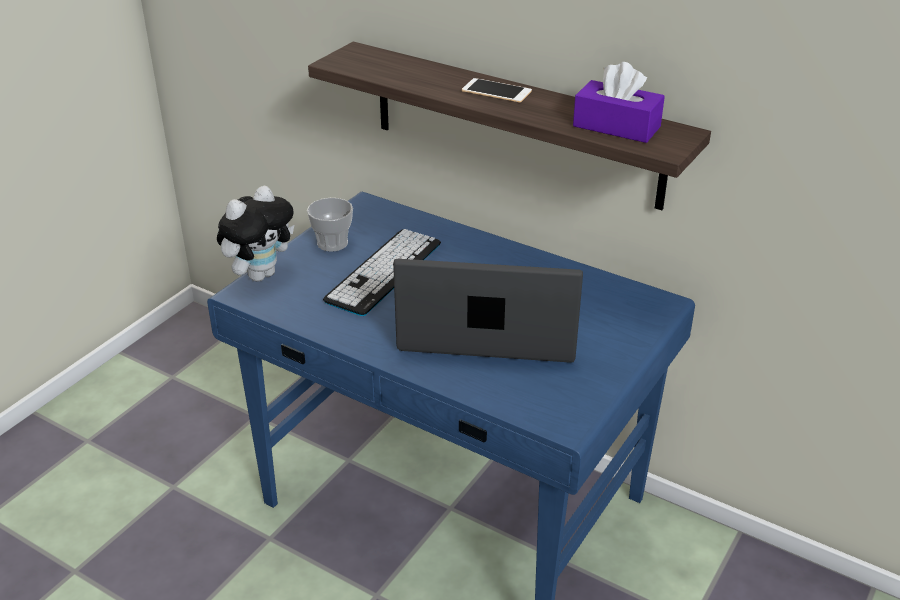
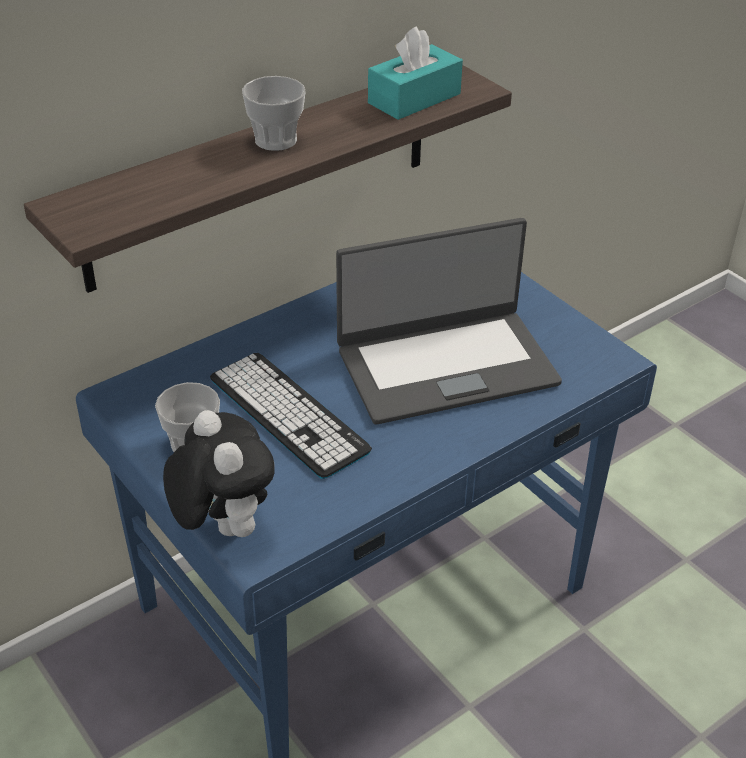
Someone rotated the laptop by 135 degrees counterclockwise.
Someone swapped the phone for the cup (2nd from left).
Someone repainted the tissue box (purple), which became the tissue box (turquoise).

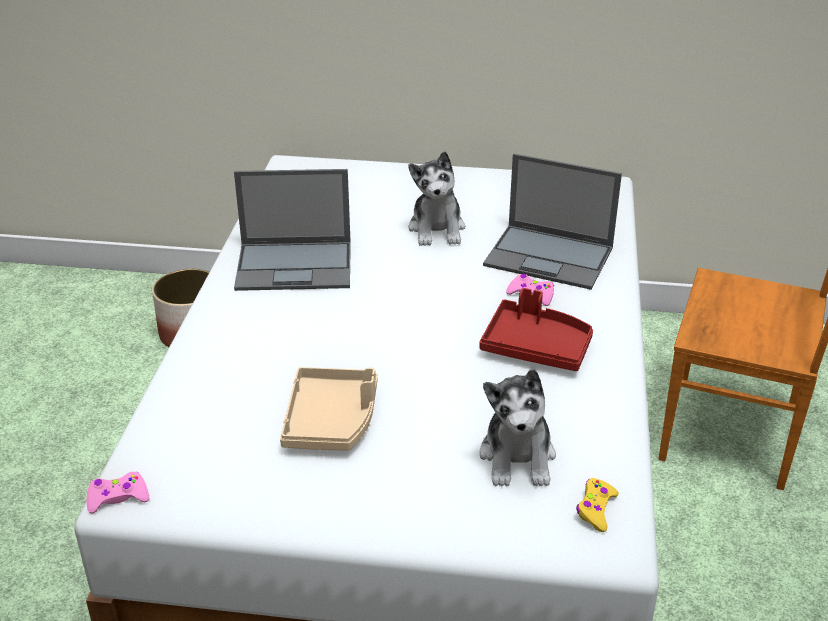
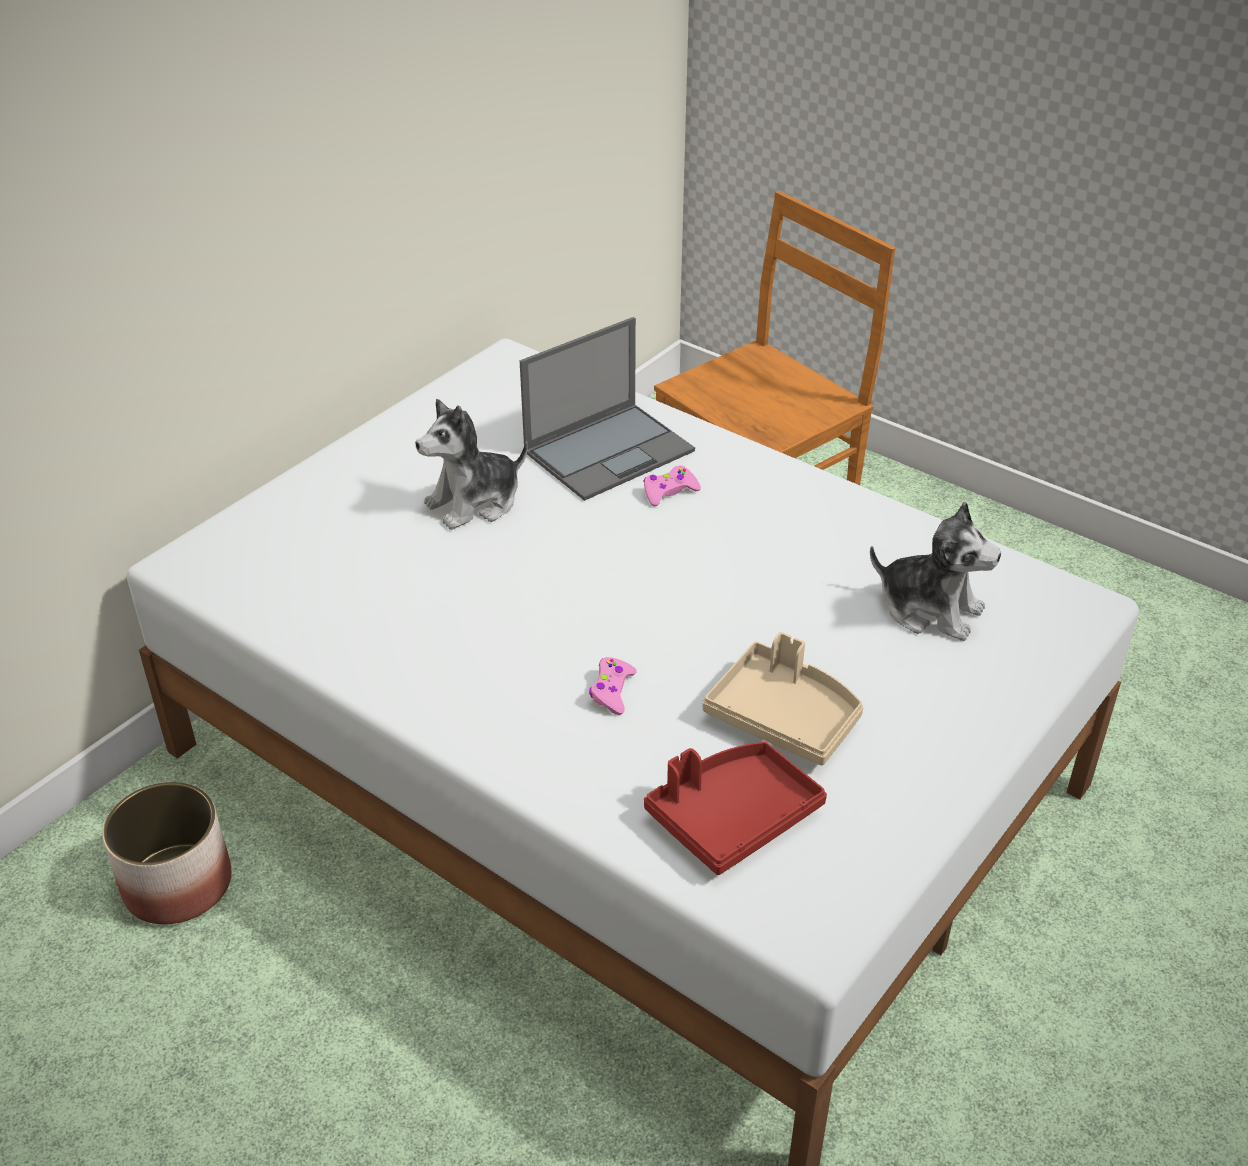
Someone carried the game controller (pink) (1st from left).
Someone took away the laptop (1st from left).
Someone rotated the plush toy (1st from left) by 120 degrees clockwise.
Someone carried the tray (red).
Someone took away the game controller (yellow).

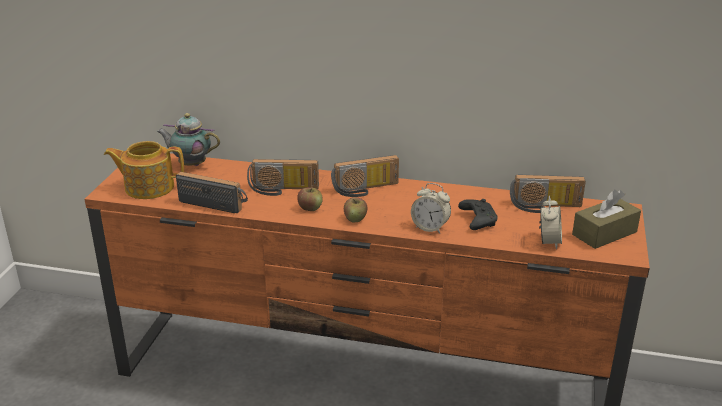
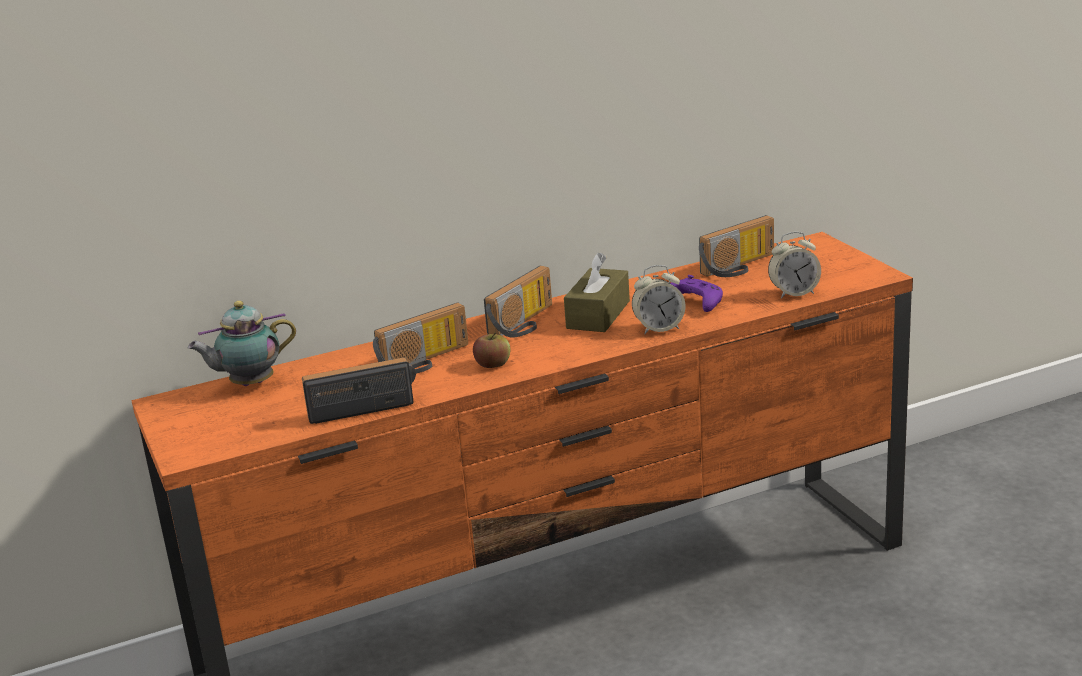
Someone took away the teapot (1st from left).
Someone took away the apple (2nd from left).
Someone repainted the game controller (black), which became the game controller (purple).
Someone rotated the alarm clock (2nd from left) by 105 degrees clockwise.
Someone carried the tissue box (brown).

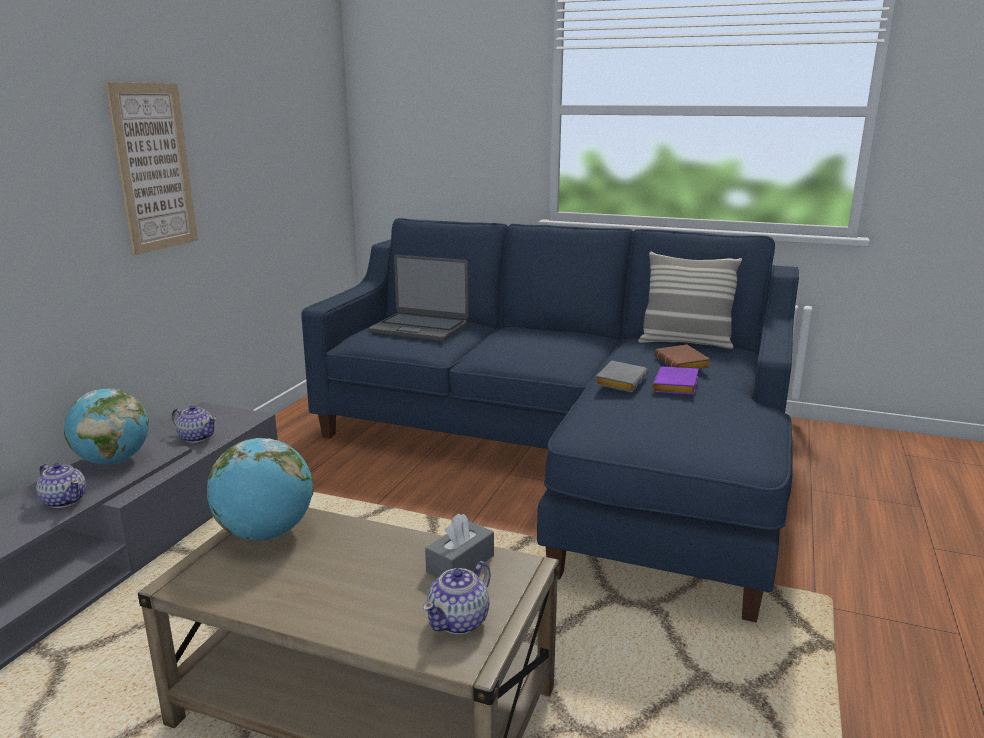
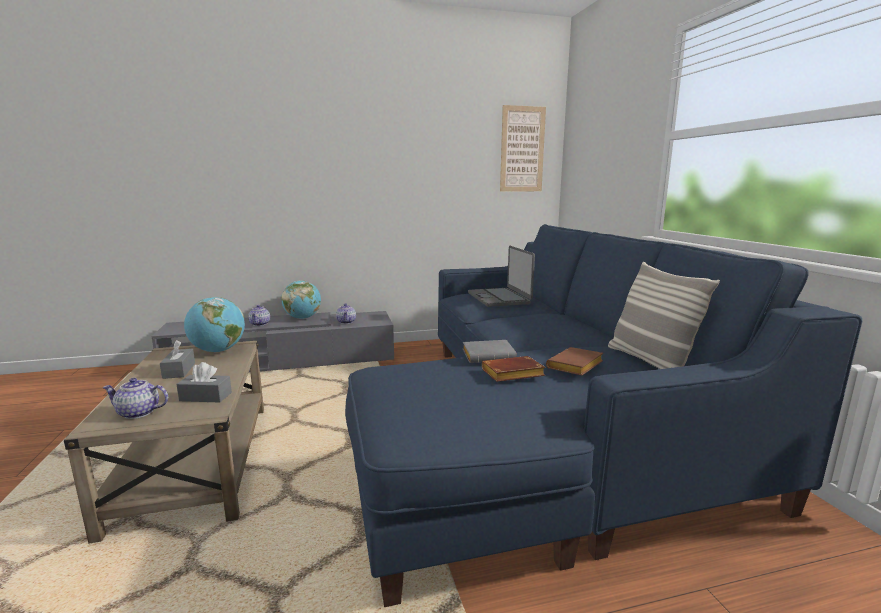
Someone carried the picture.
Someone repainted the book (purple), which became the book (brown) (1st from left).
Someone put down the tissue box (grey) (1st from left).

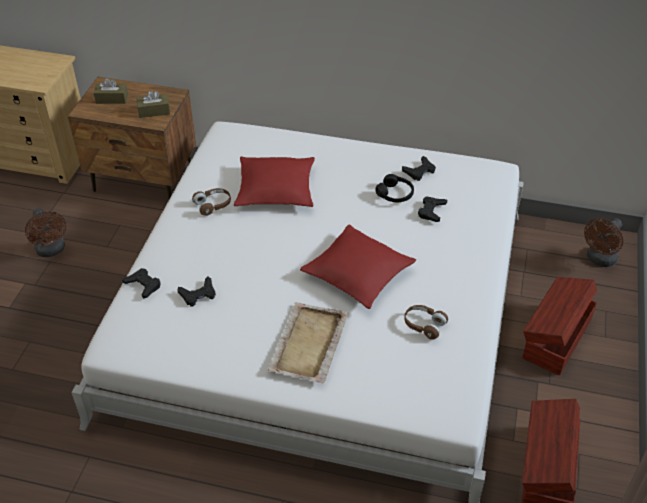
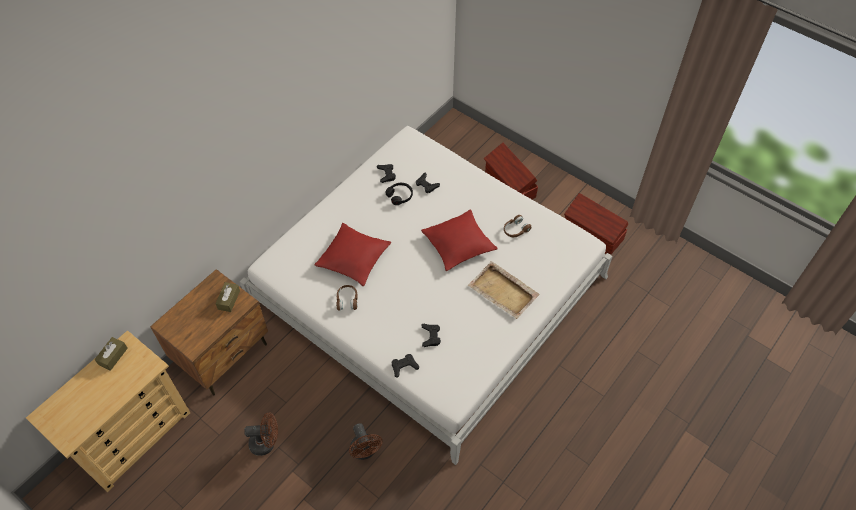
Someone carried the tissue box (brown) (1st from left).
Someone carried the fan (brown) (2nd from left).

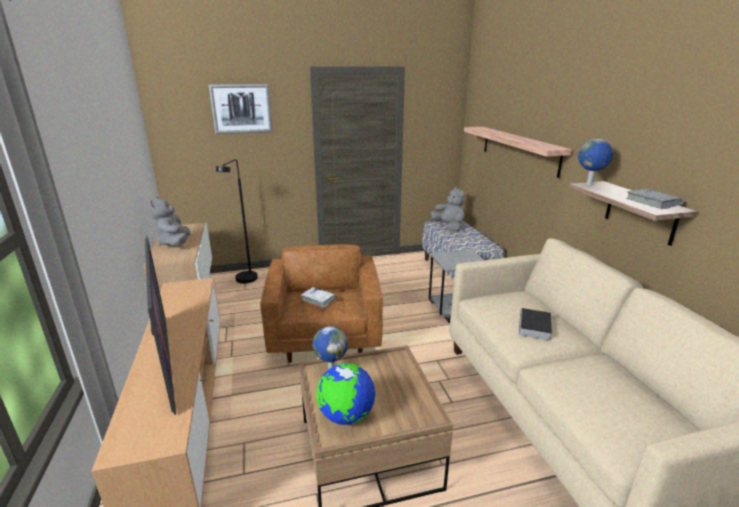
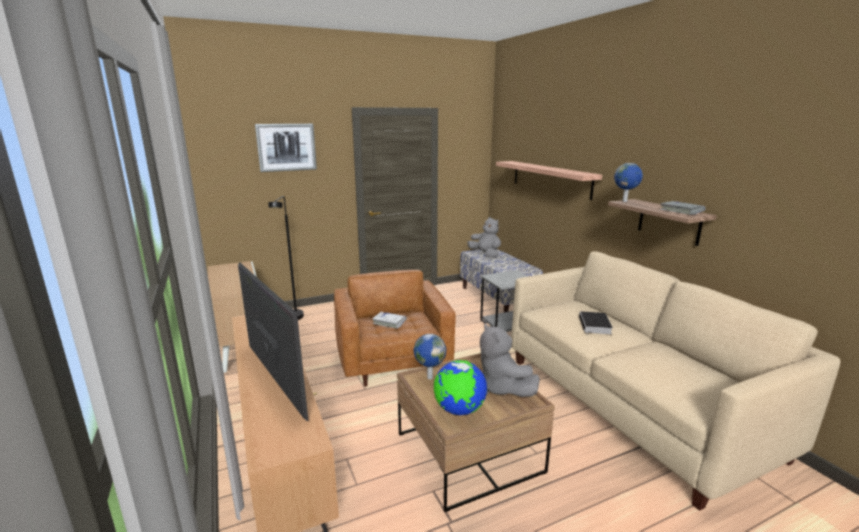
Someone carried the plush toy (grey) (1st from left in the first image).

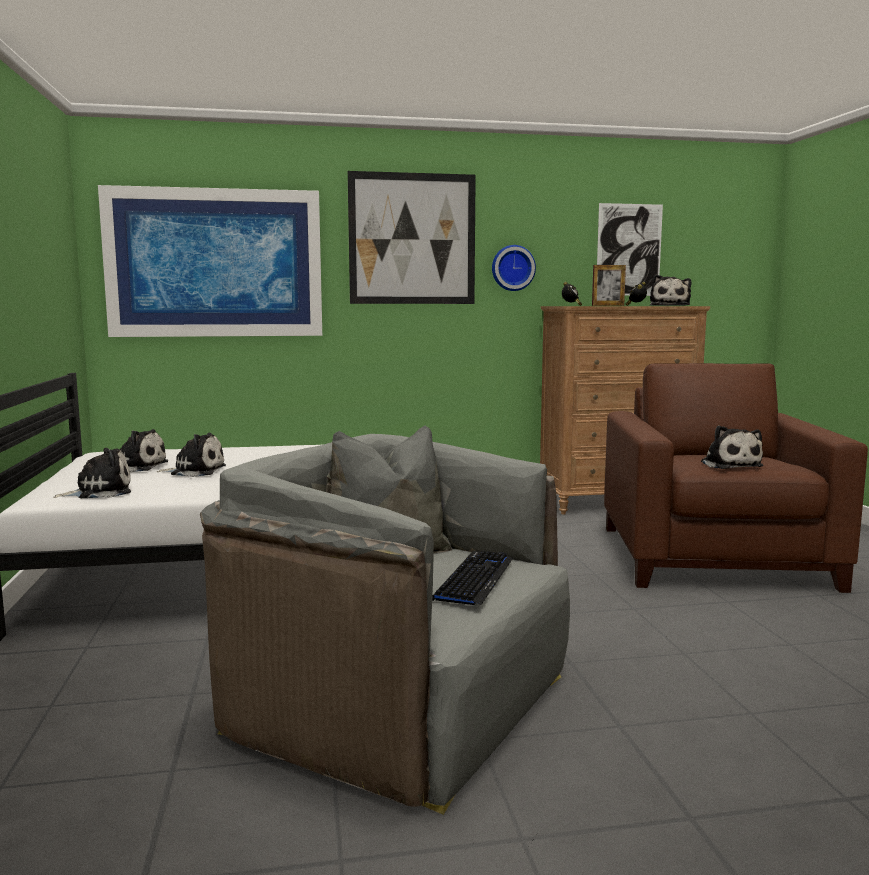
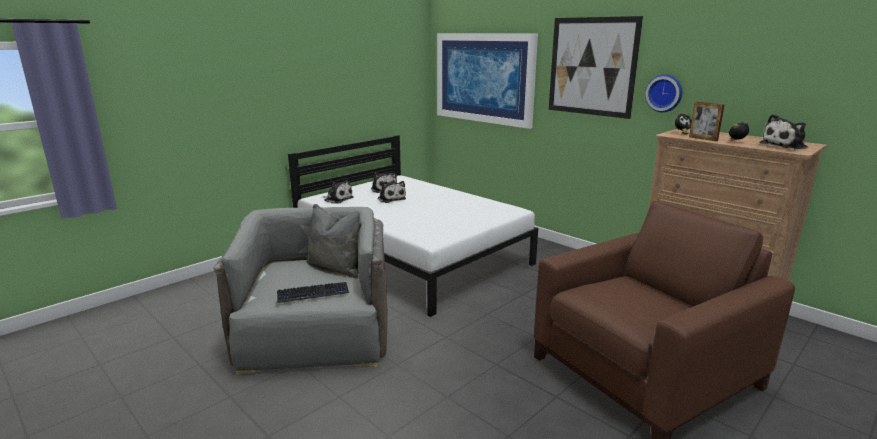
Someone took away the picture (3rd from left).
Someone took away the plush toy (5th from left).

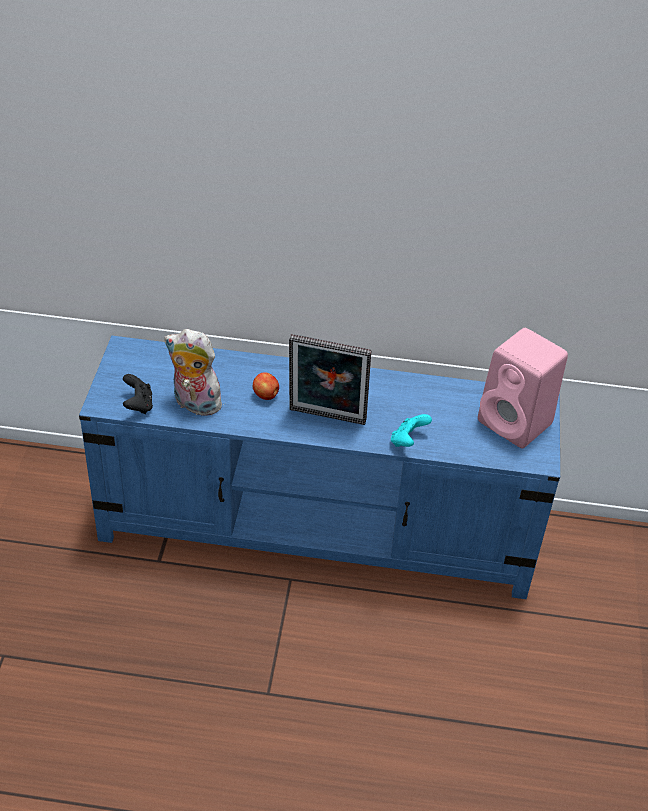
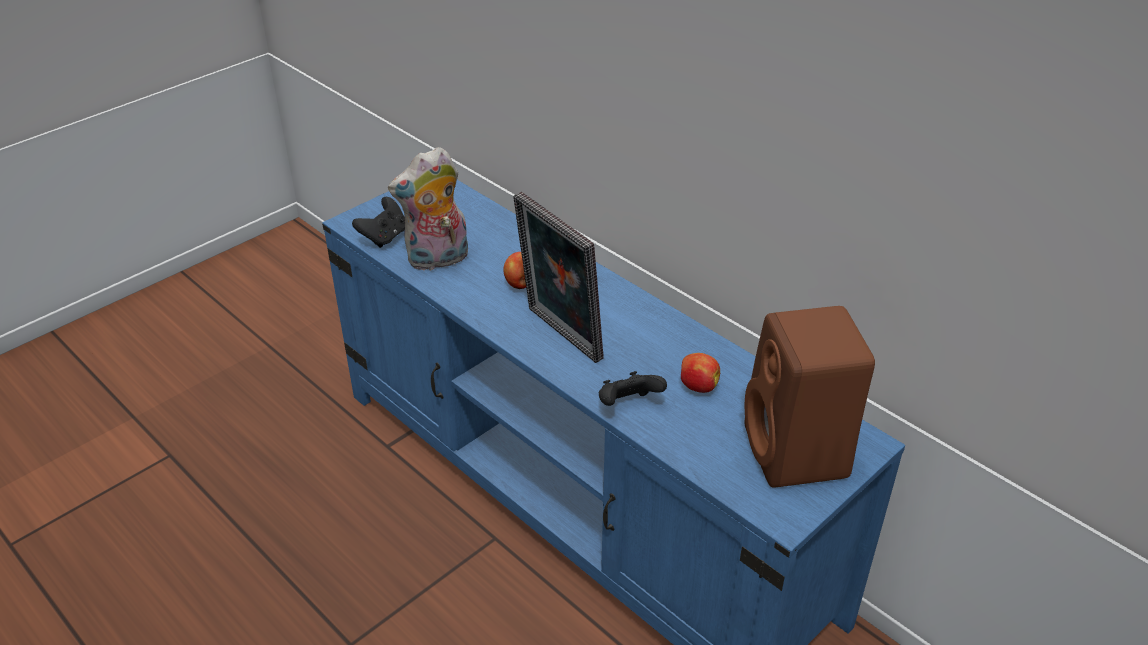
Someone rotated the plush toy by 90 degrees counterclockwise.
Someone repainted the game controller (turquoise), which became the game controller (black) (2nd from left).
Someone repainted the speaker (pink), which became the speaker (brown).
Someone put down the apple (2nd from left).

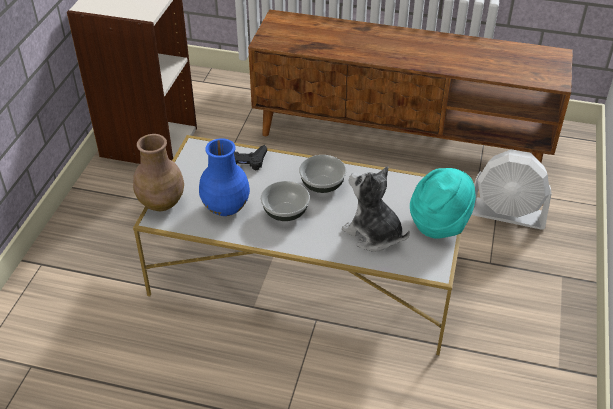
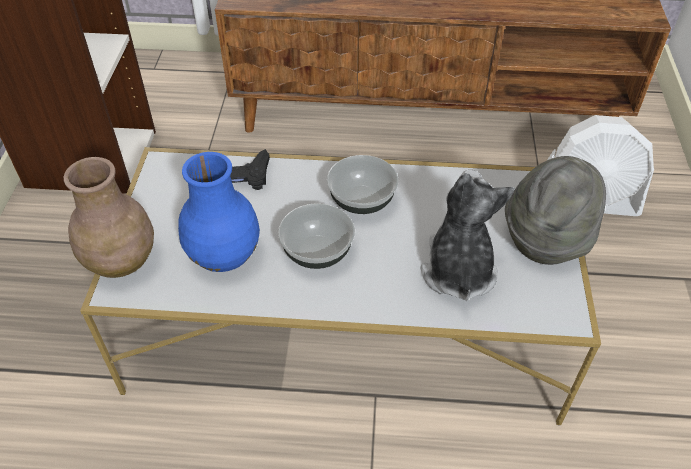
Someone rotated the plush toy by 60 degrees clockwise.
Someone repainted the hat (turquoise), which became the hat (grey).

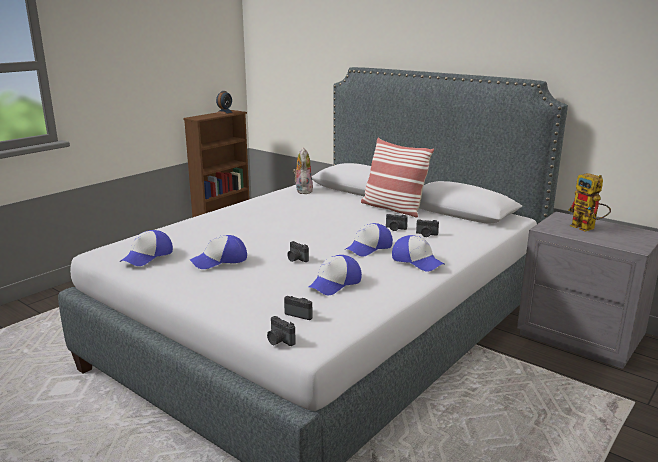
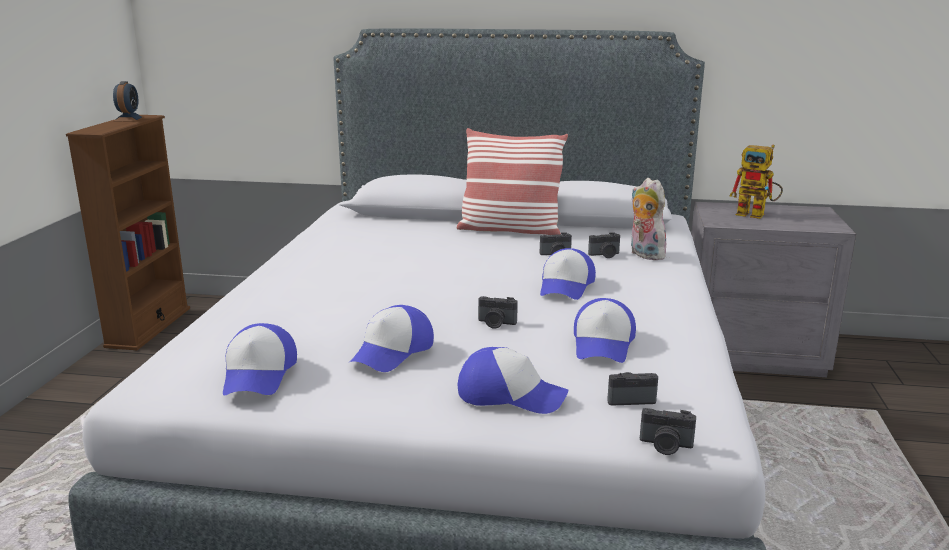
Someone carried the plush toy.
Someone carried the cap (5th from left in the first image).

